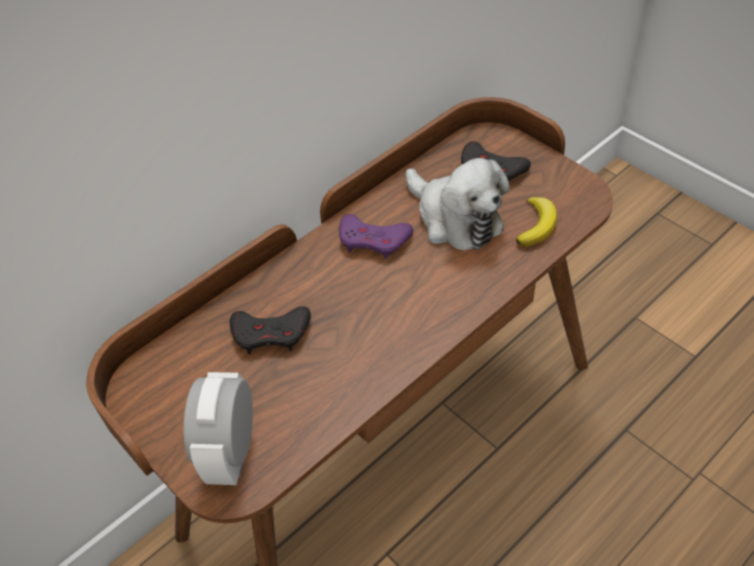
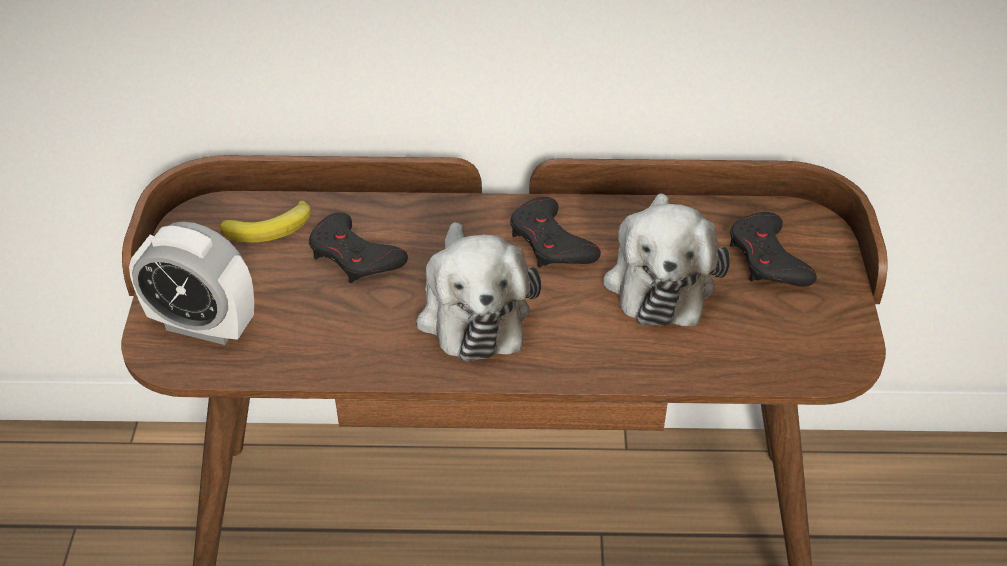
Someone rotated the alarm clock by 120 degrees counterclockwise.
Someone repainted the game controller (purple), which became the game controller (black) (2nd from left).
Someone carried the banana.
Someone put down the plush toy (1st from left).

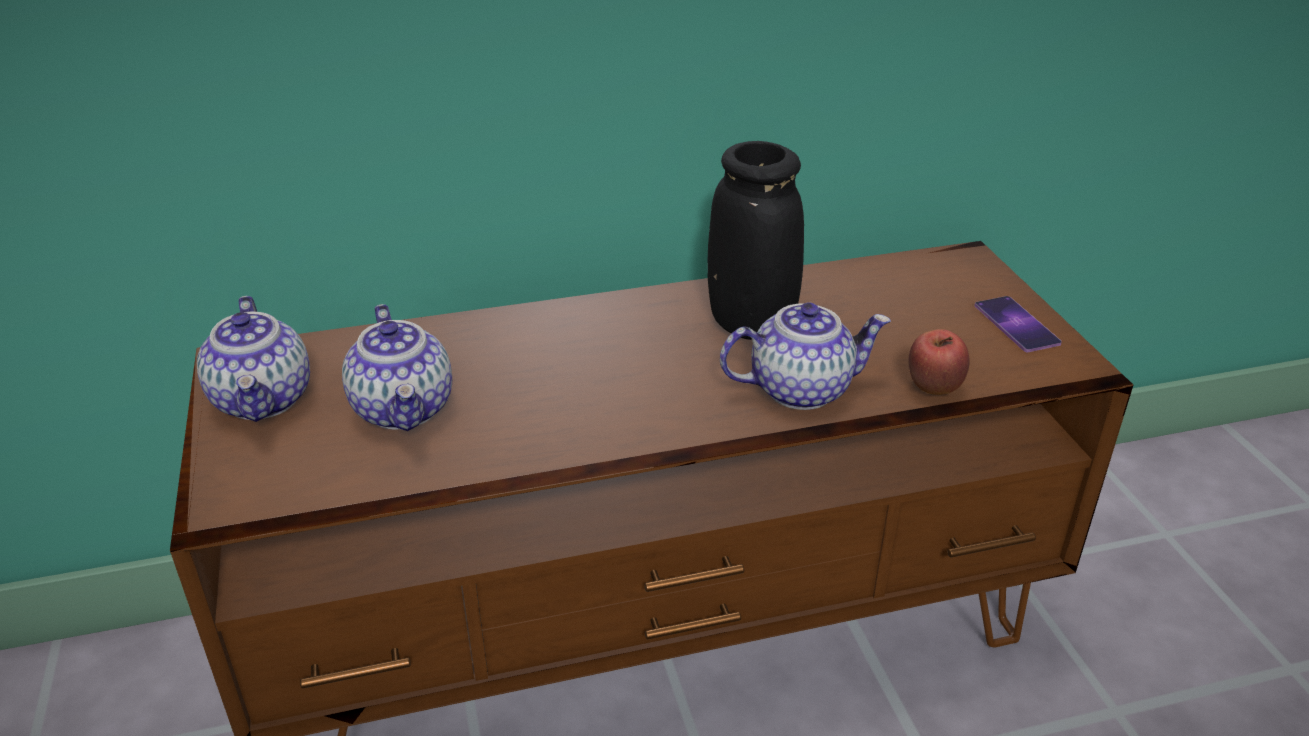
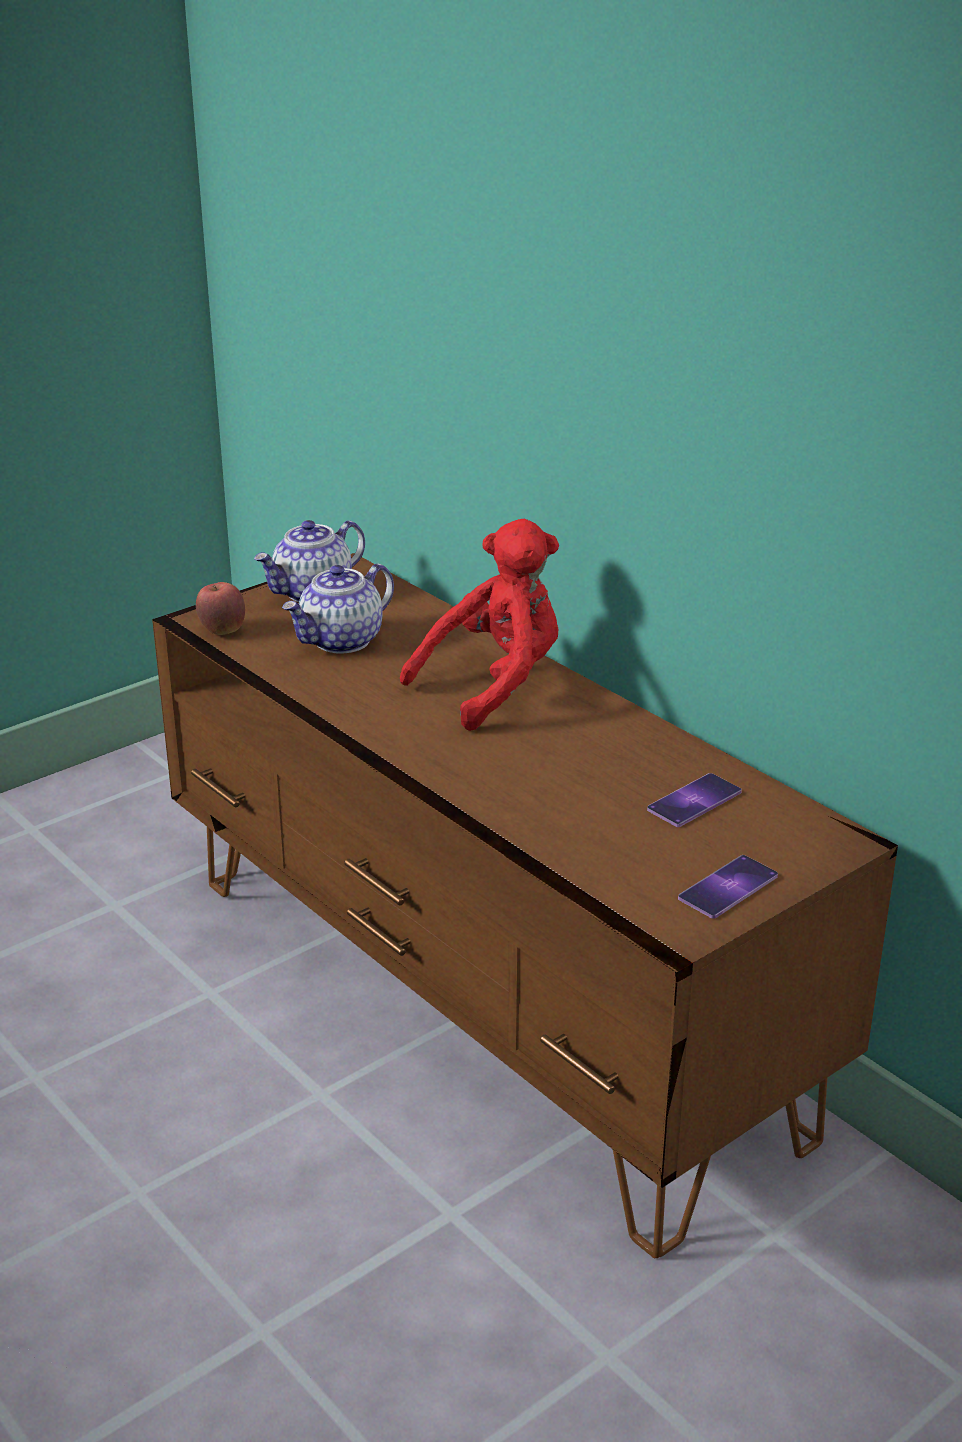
Someone took away the vase (black).
Someone took away the teapot (3rd from left).
Someone carried the apple.
Someone put down the plush toy (red).
Someone put down the phone (1st from left).

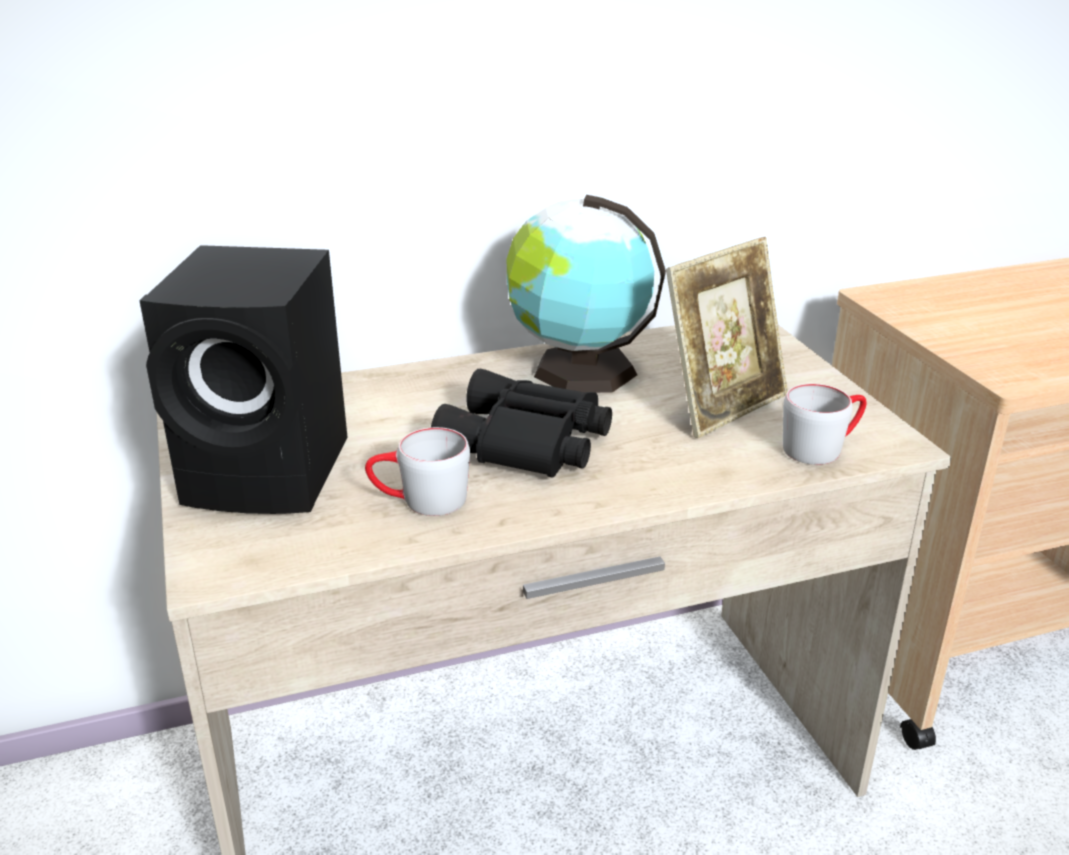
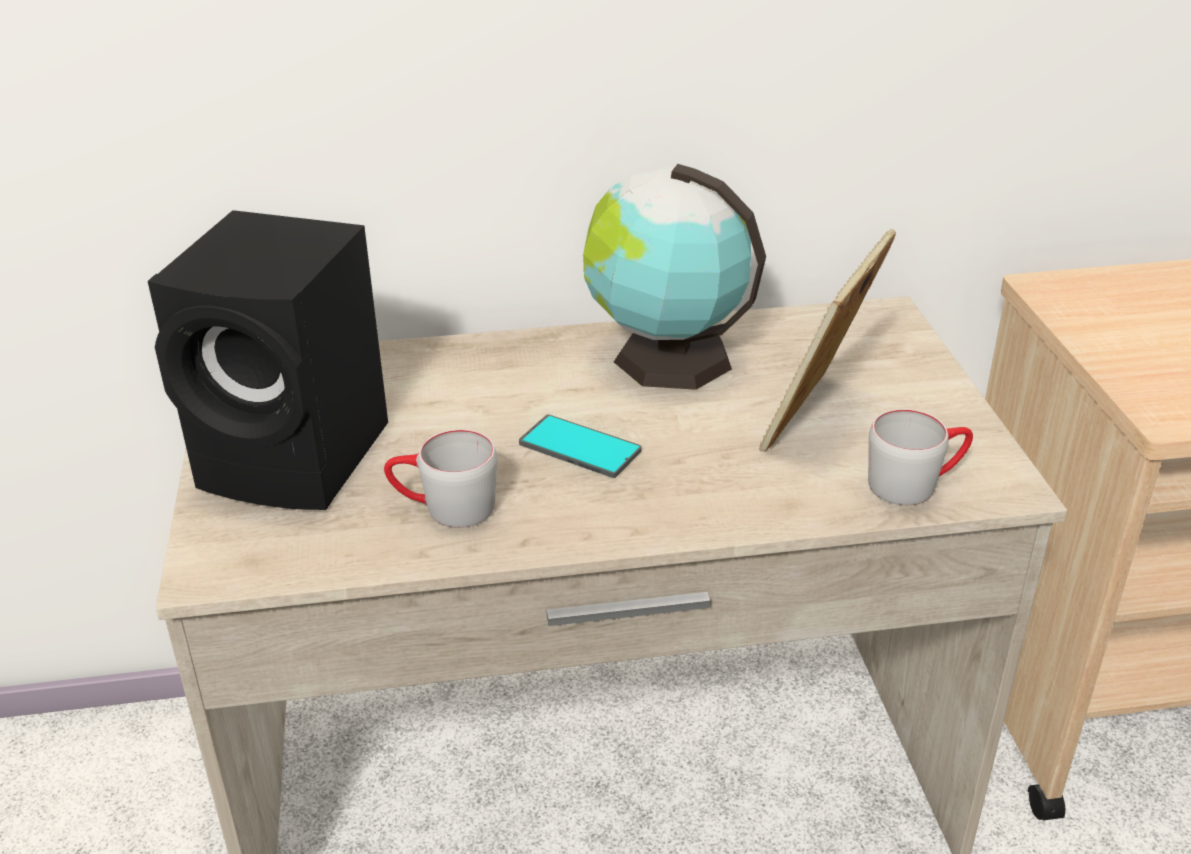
Someone swapped the binoculars (black) for the phone.
Someone rotated the picture frame by 150 degrees clockwise.

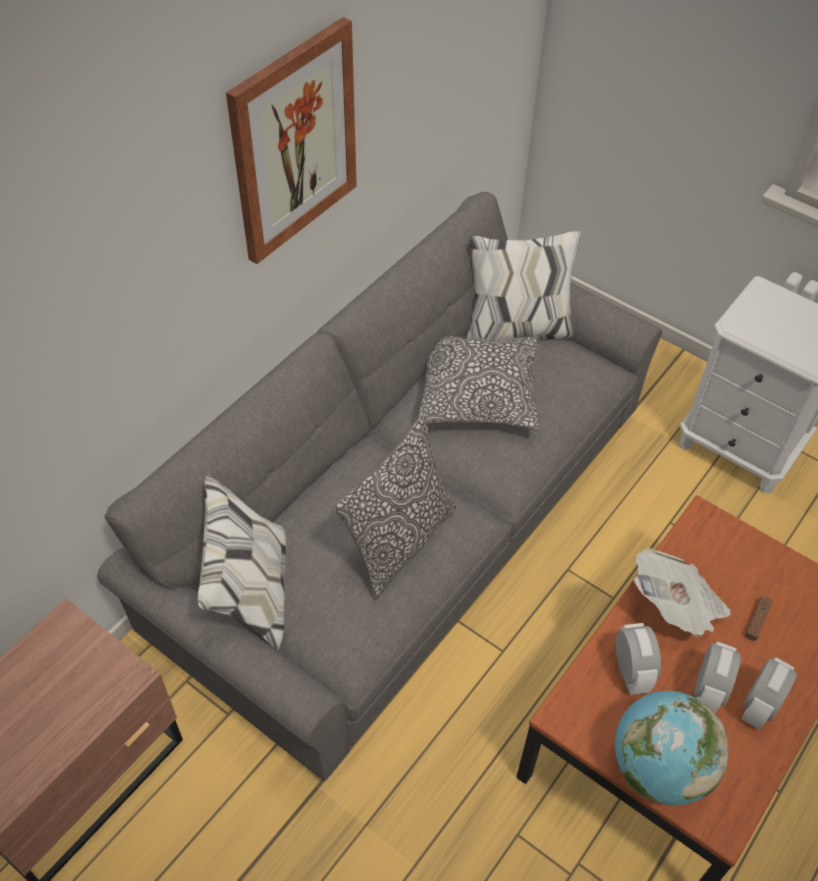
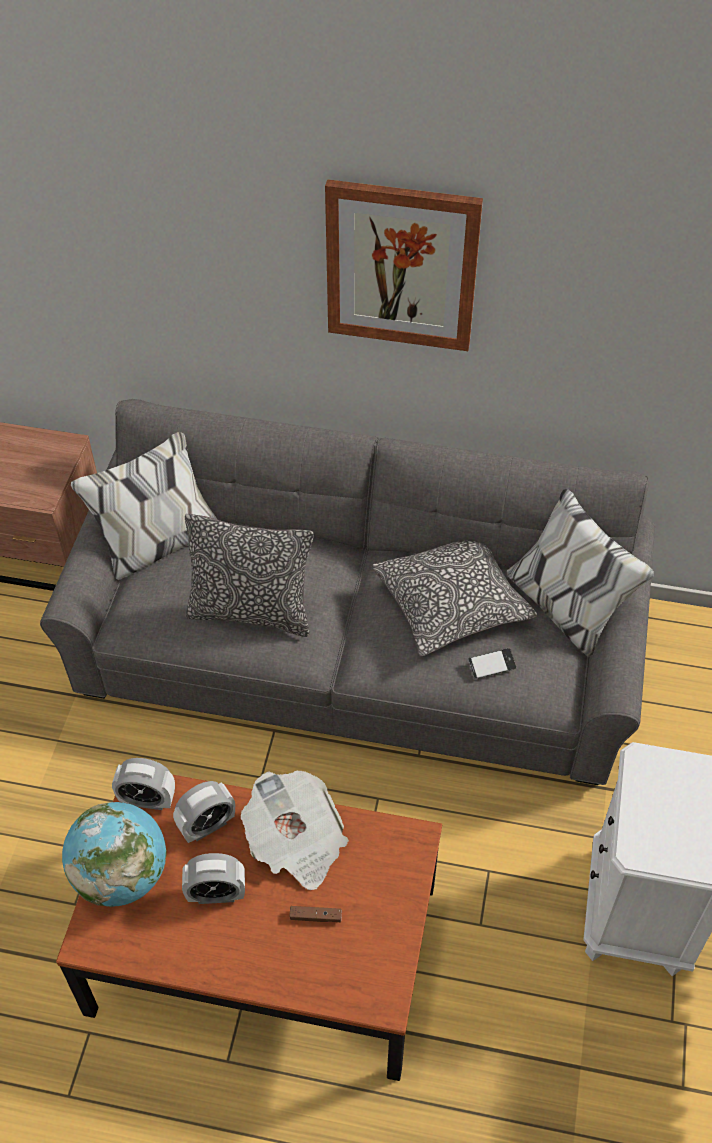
Someone carried the alarm clock (3rd from left in the first image).
Someone put down the phone.

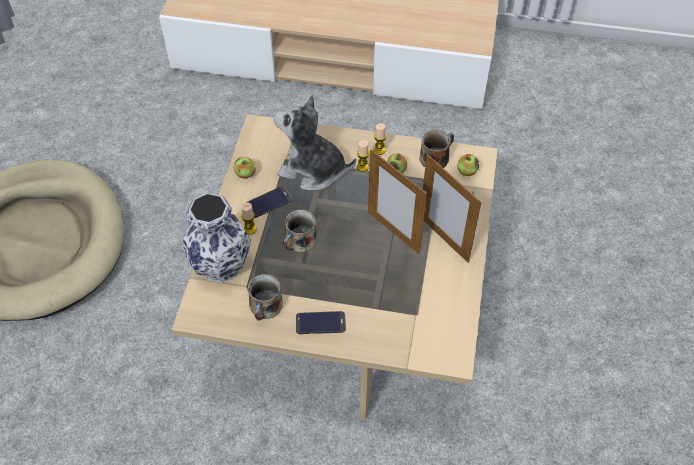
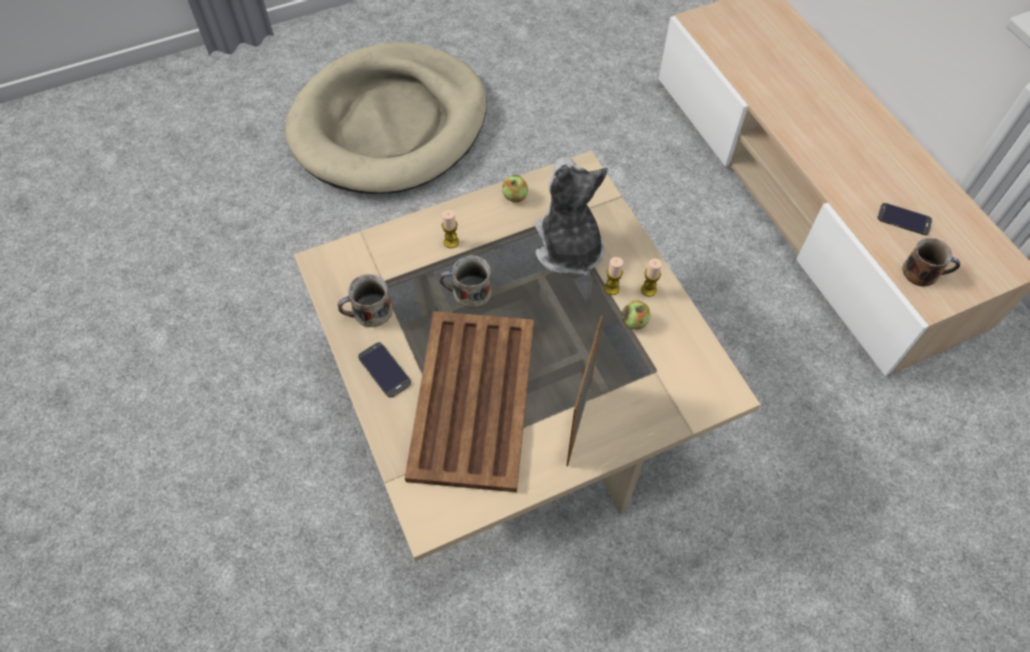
Someone took away the vase.
Someone carried the phone (1st from left in the first image).
Someone took away the picture frame (1st from left).
Someone carried the mug (3rd from left).
Someone took away the apple (3rd from left).
Someone put down the tray (brown).

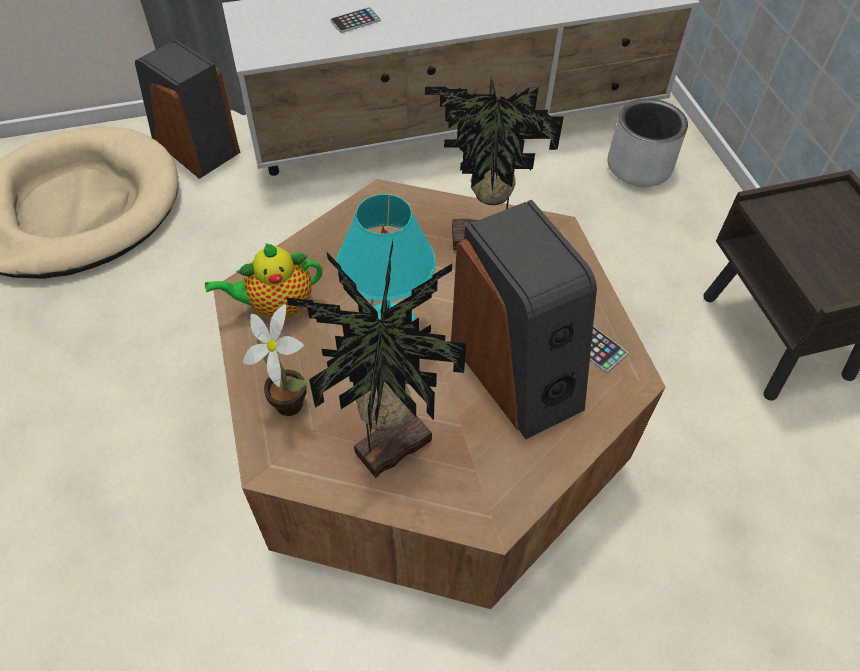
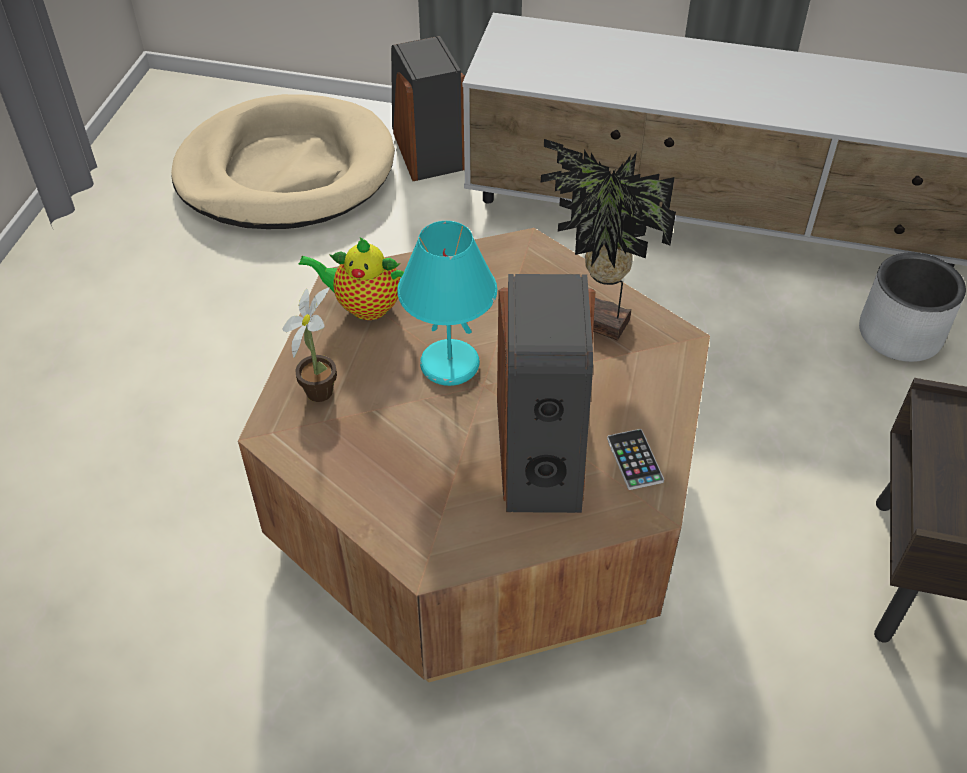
Someone took away the potted plant (2nd from left).
Someone took away the phone (1st from left).

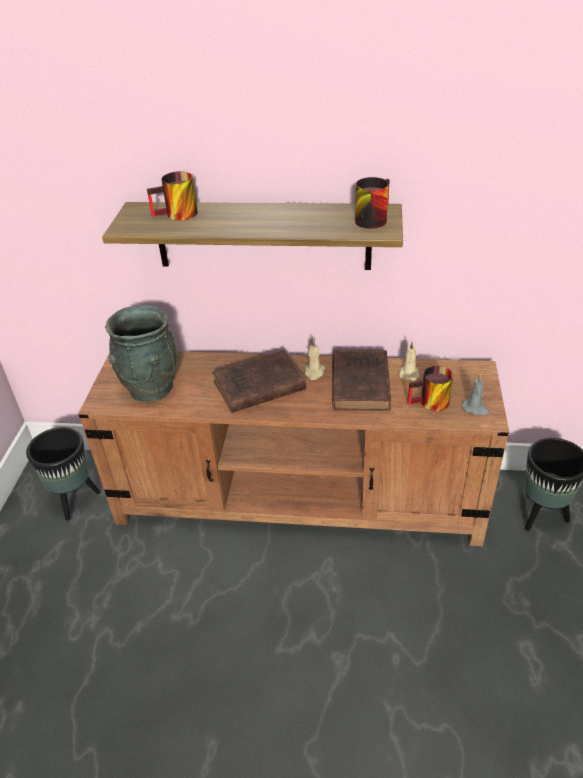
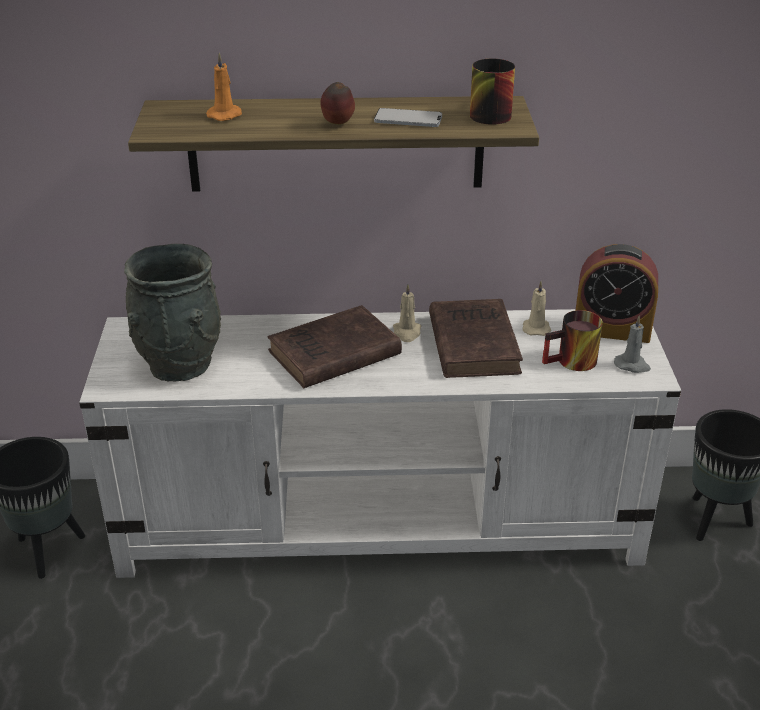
Someone repainted the tv stand (brown), which became the tv stand (white).
Someone swapped the mug (1st from left) for the candle (orange).
Someone put down the apple.
Someone put down the phone.
Someone put down the alarm clock.

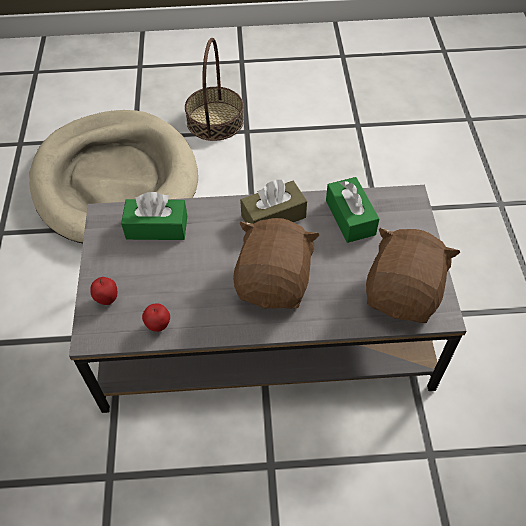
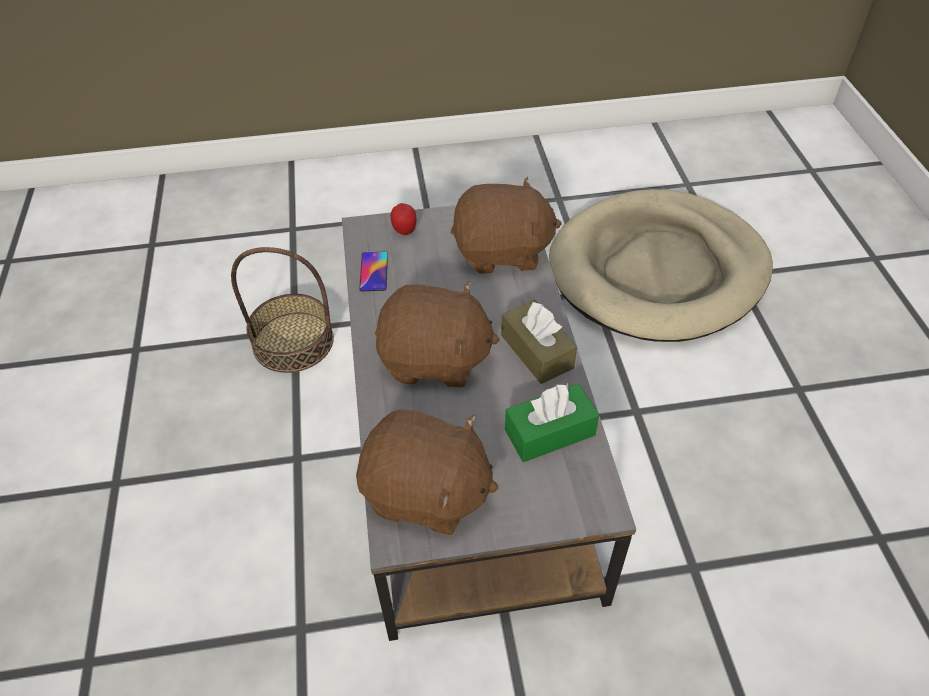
Someone swapped the tissue box (green) (1st from left) for the plush toy (brown) (3rd from left).
Someone swapped the apple (2nd from left) for the phone.
Someone carried the basket.

